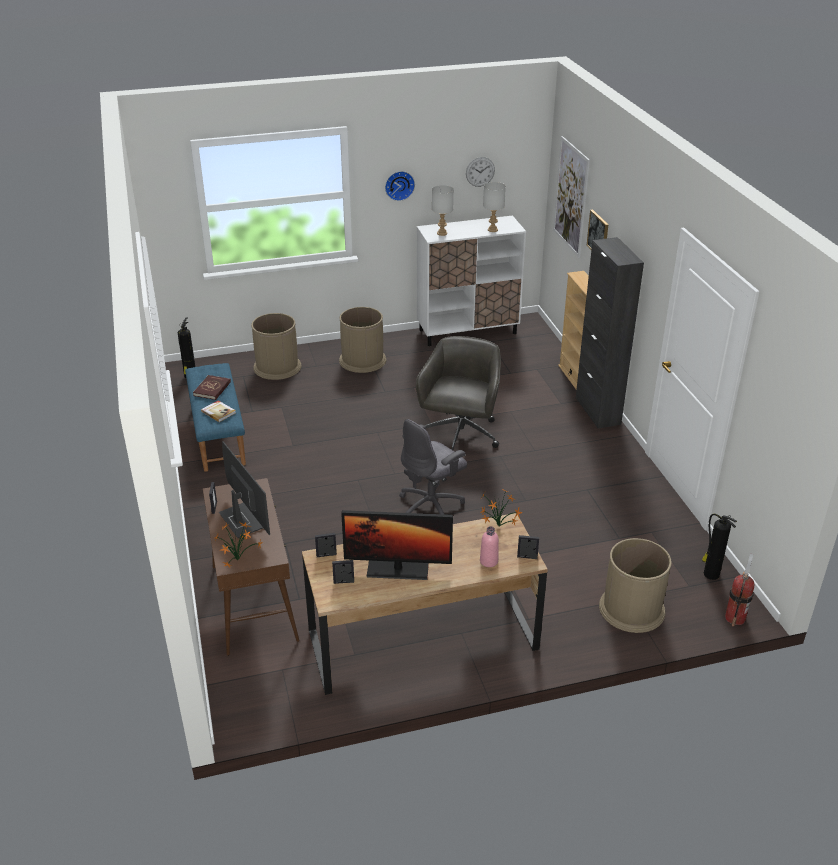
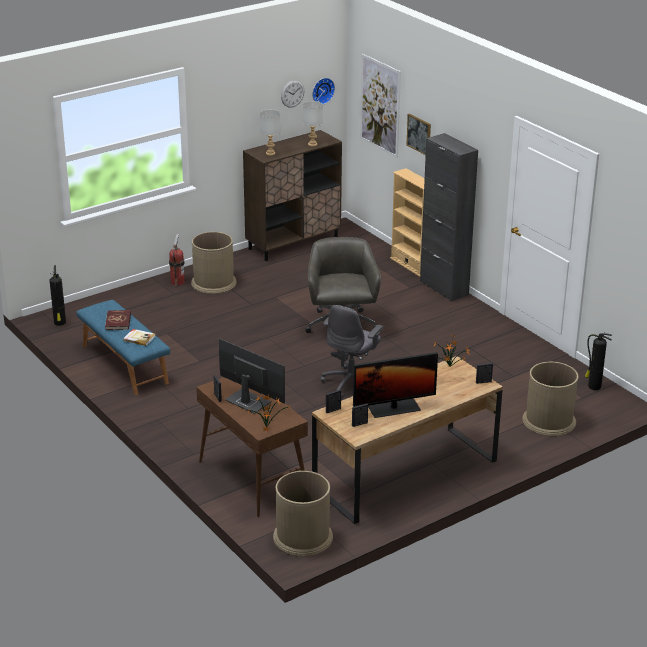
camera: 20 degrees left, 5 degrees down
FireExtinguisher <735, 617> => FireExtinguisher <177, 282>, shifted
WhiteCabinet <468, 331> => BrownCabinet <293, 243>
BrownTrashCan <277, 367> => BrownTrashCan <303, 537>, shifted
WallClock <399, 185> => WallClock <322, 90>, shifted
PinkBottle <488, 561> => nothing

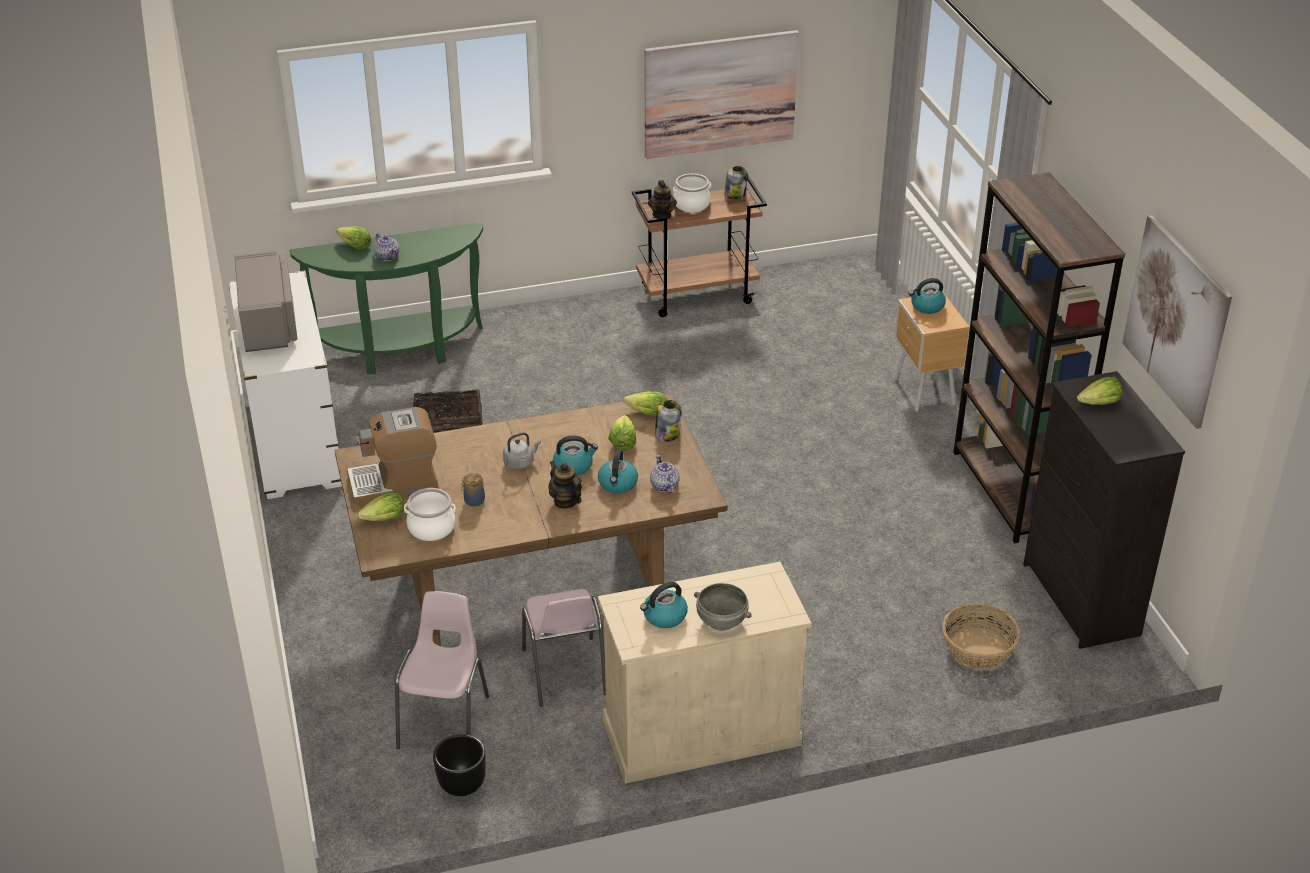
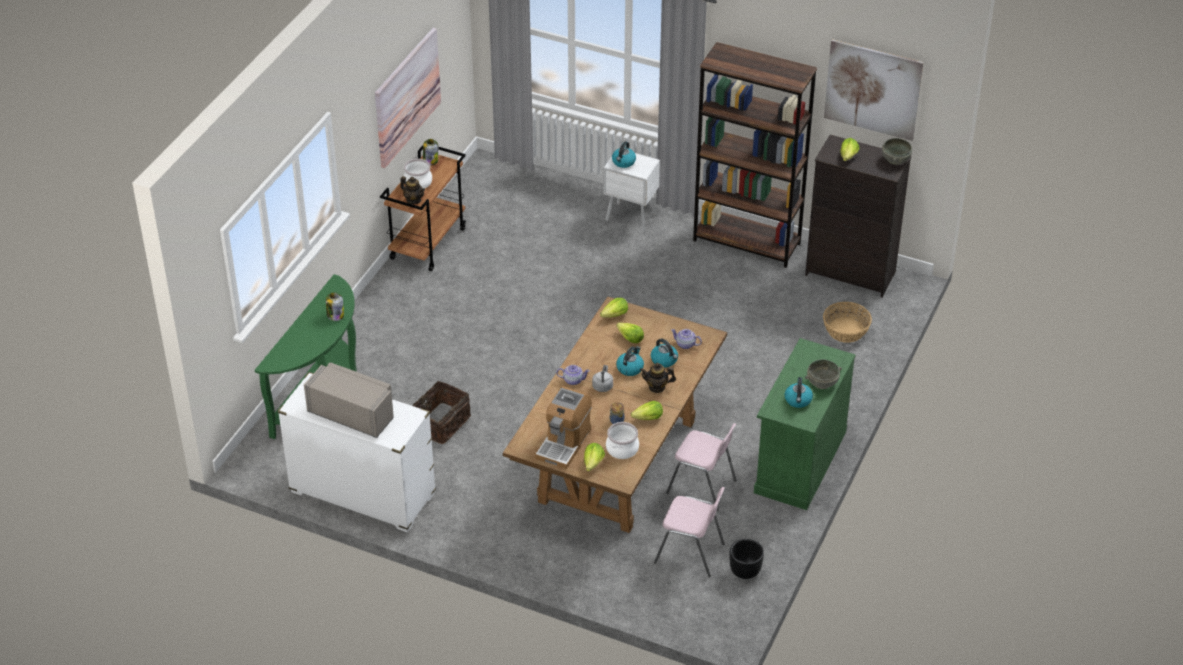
camera: 50 degrees left, 5 degrees up
Jar <667, 434> => Jar <335, 315>, shifted
Teapot <387, 256> => Teapot <573, 380>, shifted
BrownNightstand <924, 393> => WhiteNightstand <631, 218>
Lettuce <354, 246> => Lettuce <648, 418>, shifted
PinkChair <445, 721> => PinkChair <690, 553>, 150 degrees clockwise
BeigeCabinet <701, 732> => GreenCabinet <800, 462>
nothing => GreyBowl <895, 159>

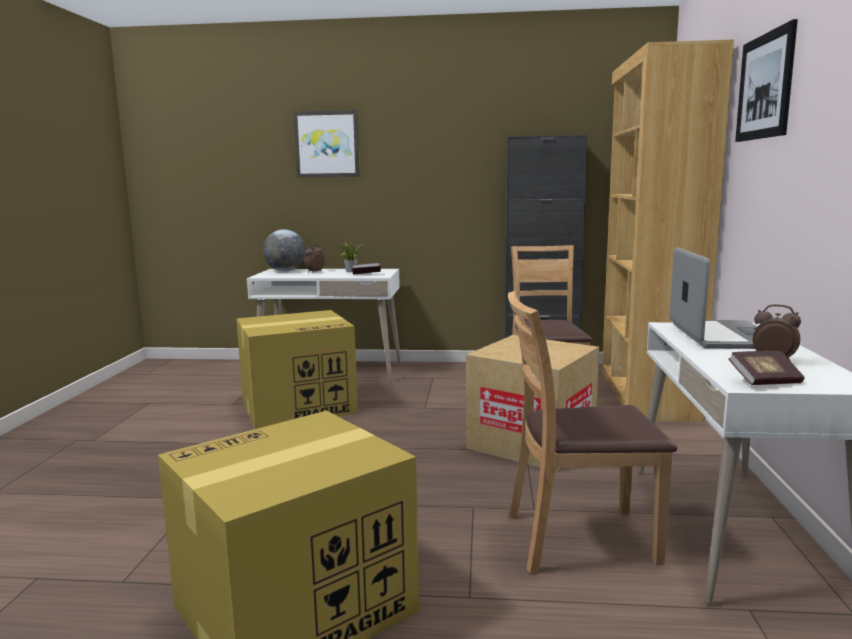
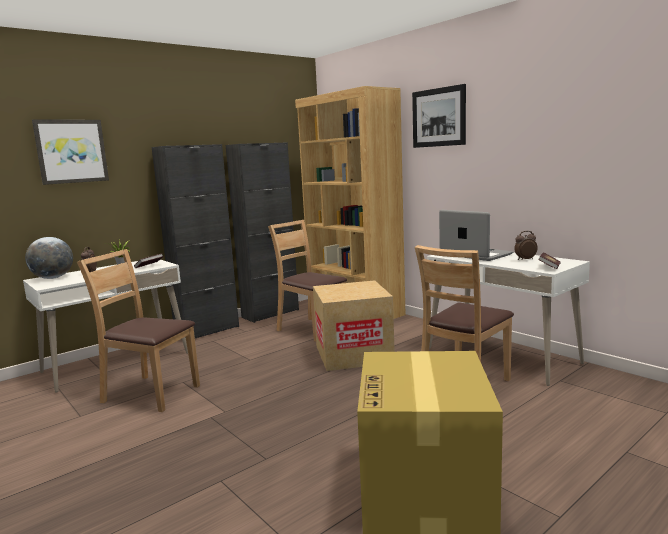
camera: 45 degrees left, 0 degrees up
CardboardBox <300, 406> => BrownChair <150, 393>
nothing => BlackCabinet <207, 331>

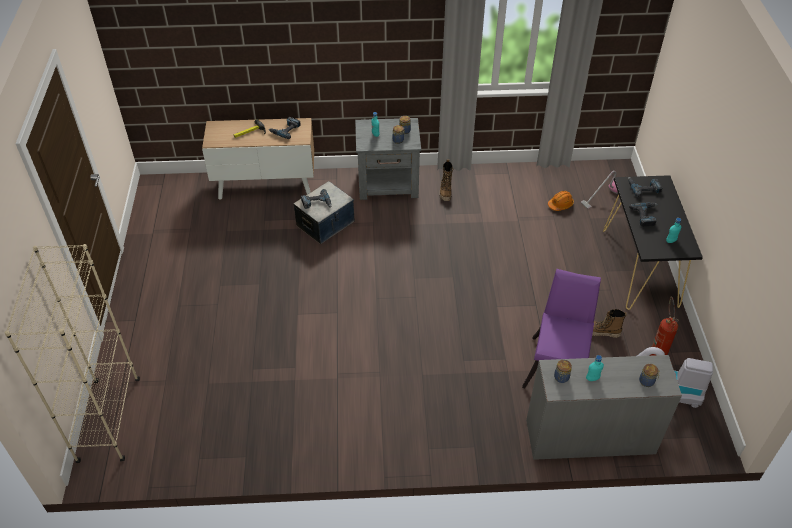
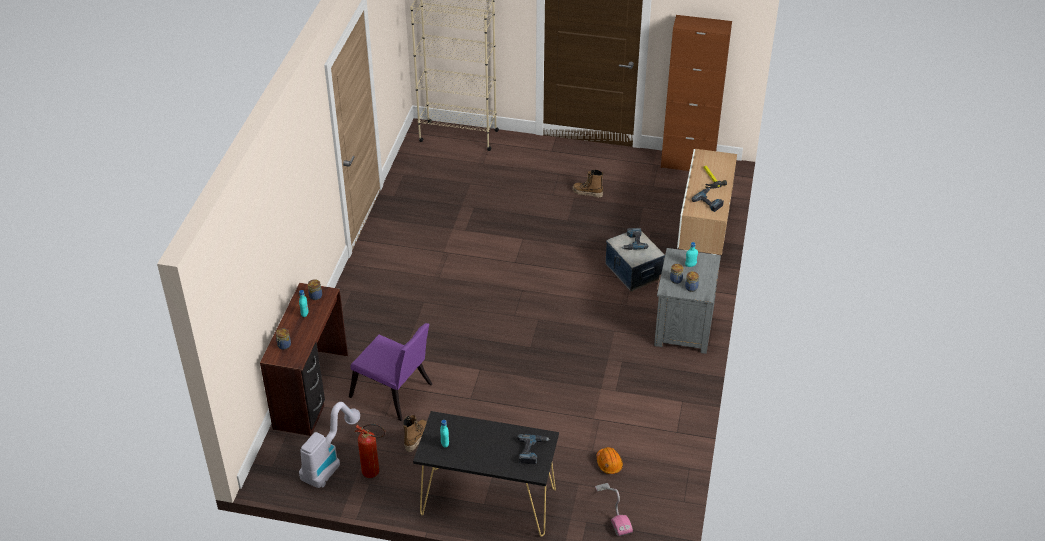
camera: 105 degrees right, 5 degrees down
GreyDesk <589, 436> => BrownDesk <312, 391>
Boot <445, 192> => Boot <587, 193>, shifted
nothing => BrownCabinet <687, 164>
PowerDrill <646, 216> => nothing

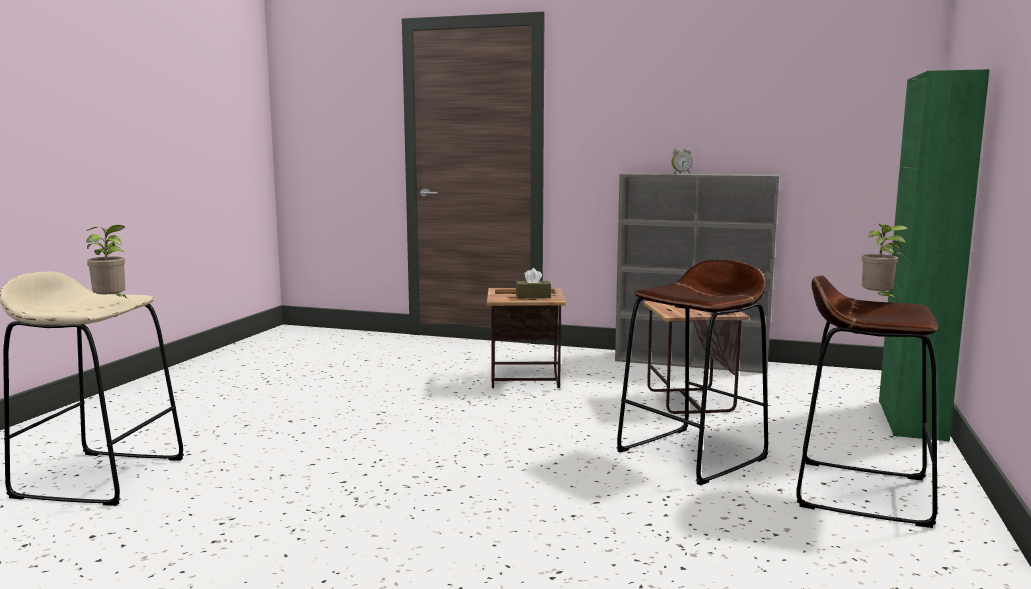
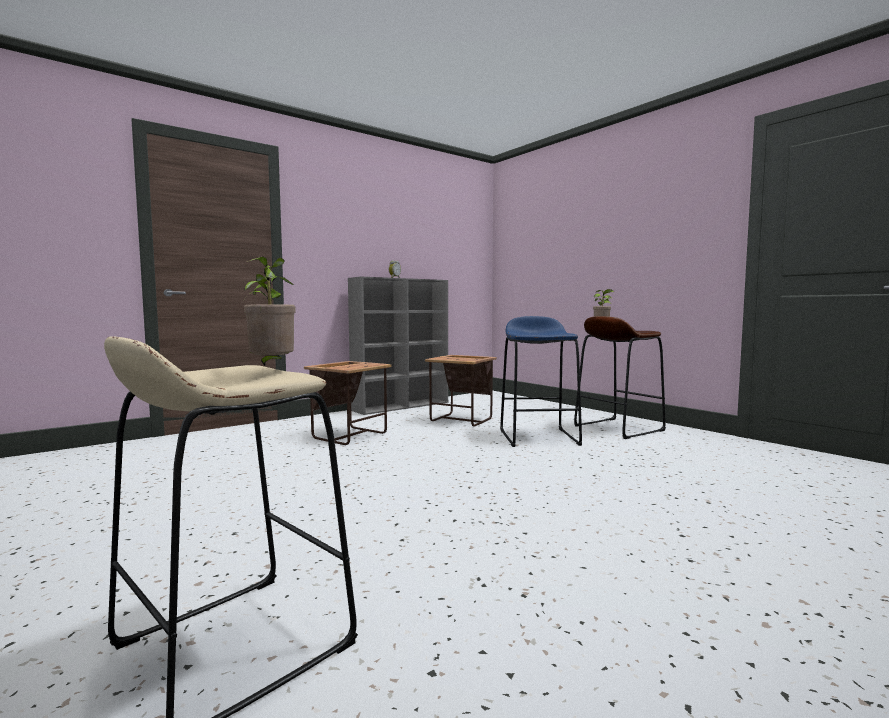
camera: 55 degrees left, 5 degrees down
BrownStool <692, 455> => BlueStool <538, 437>
BrownTissueBox <533, 296> => nothing
GreenCabinet <911, 420> => nothing

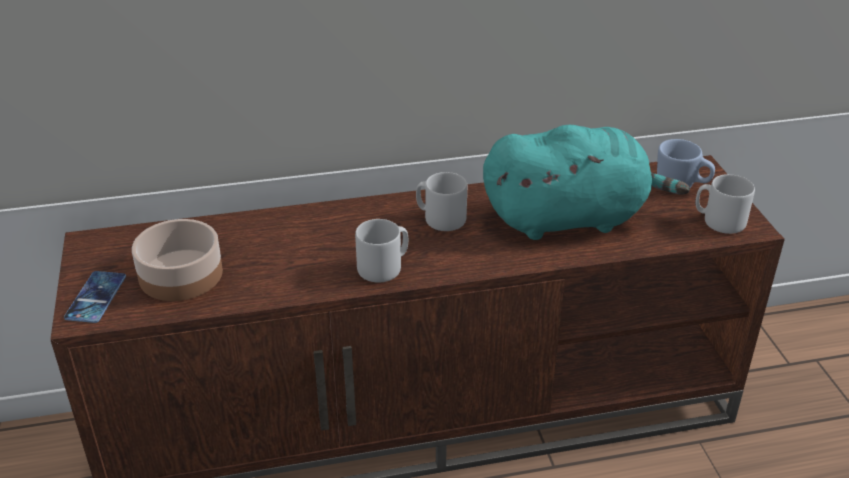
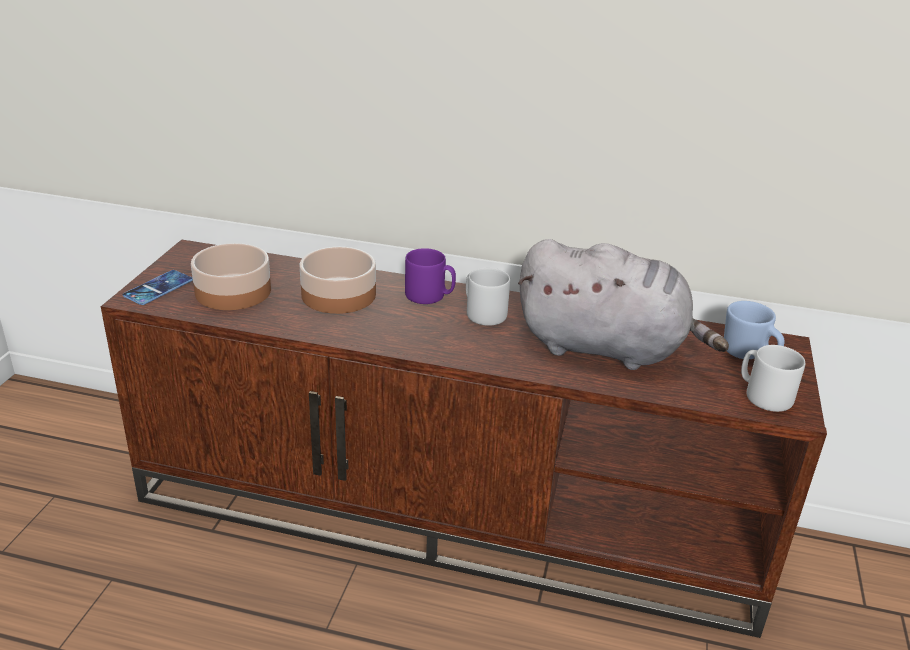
camera: 25 degrees right, 5 degrees down
nothing => Bowl <338, 295>
nothing => PurpleMug <430, 296>
TurquoisePlushToy <571, 218> => GreyPlushToy <607, 348>
GreyMug <384, 267> => nothing

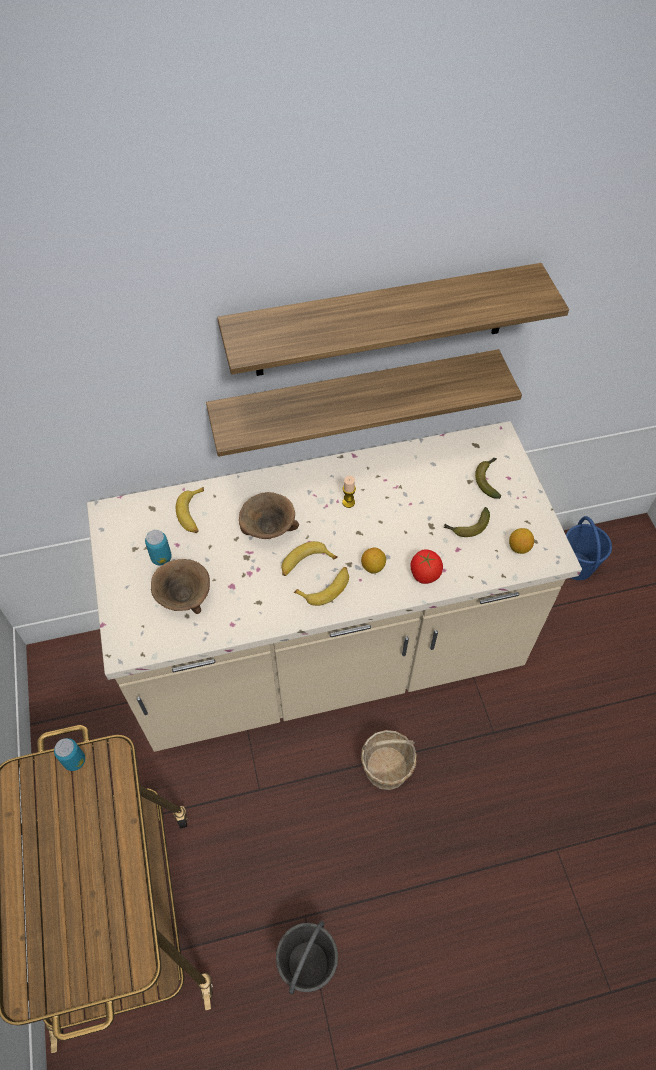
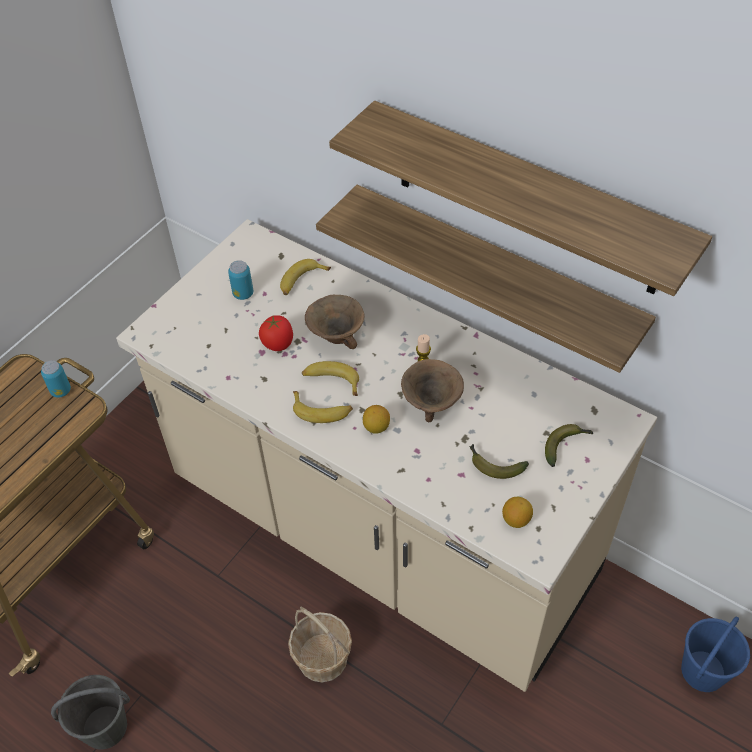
camera: 50 degrees right, 5 degrees down
Tomato <424, 574> => Tomato <278, 344>, shifted
BrownBowl <184, 598> => BrownBowl <431, 403>, shifted

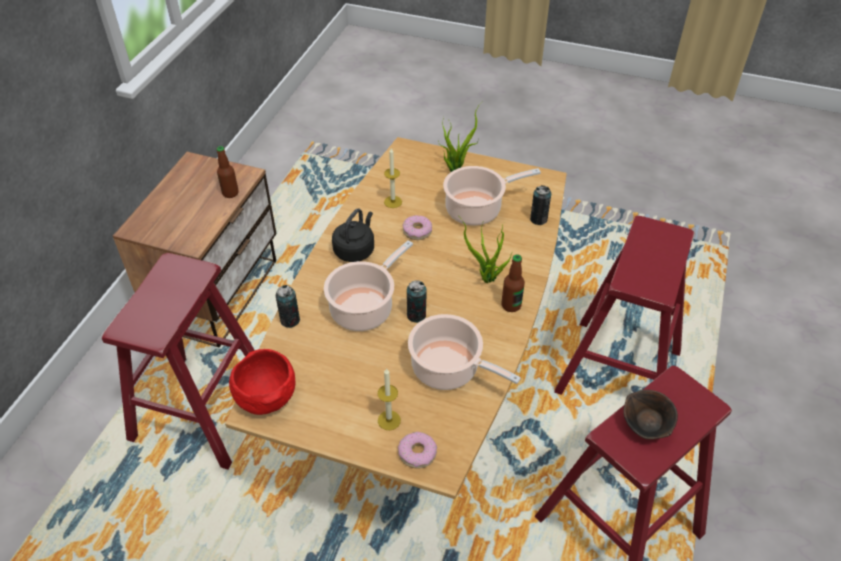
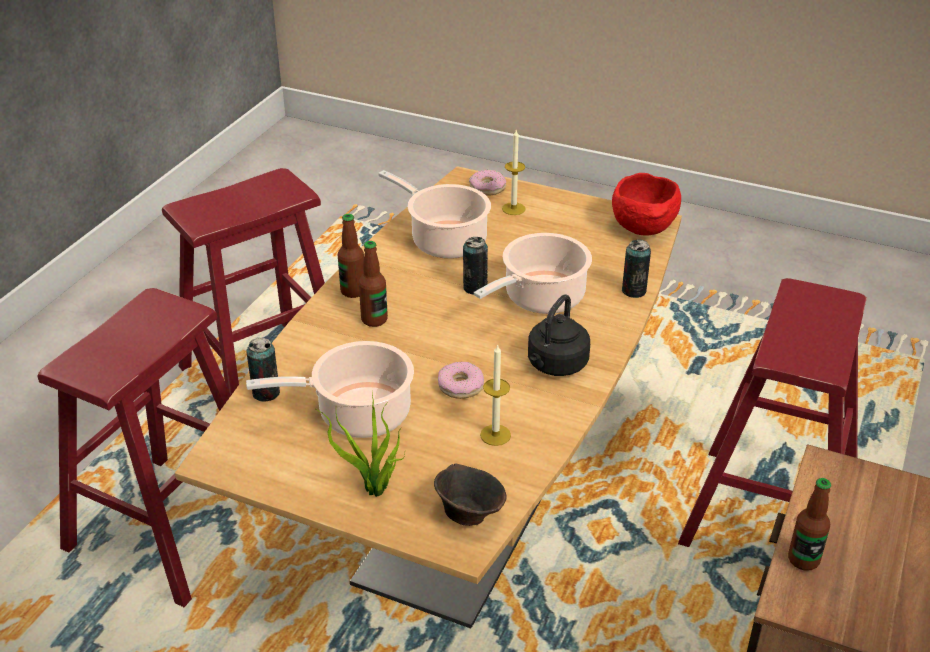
camera: 175 degrees left, 10 degrees down
PottedPlant <487, 279> => Bottle <374, 320>
BrownBowl <646, 427> => BrownBowl <469, 513>, shifted

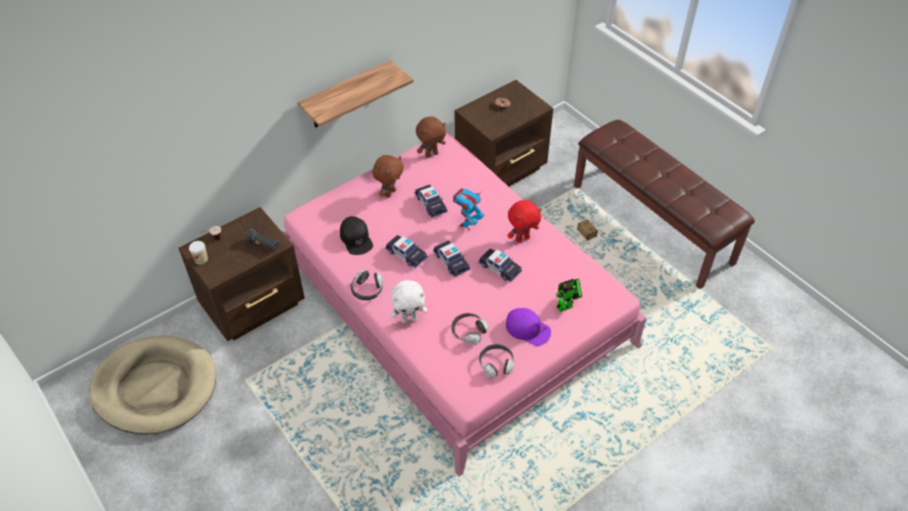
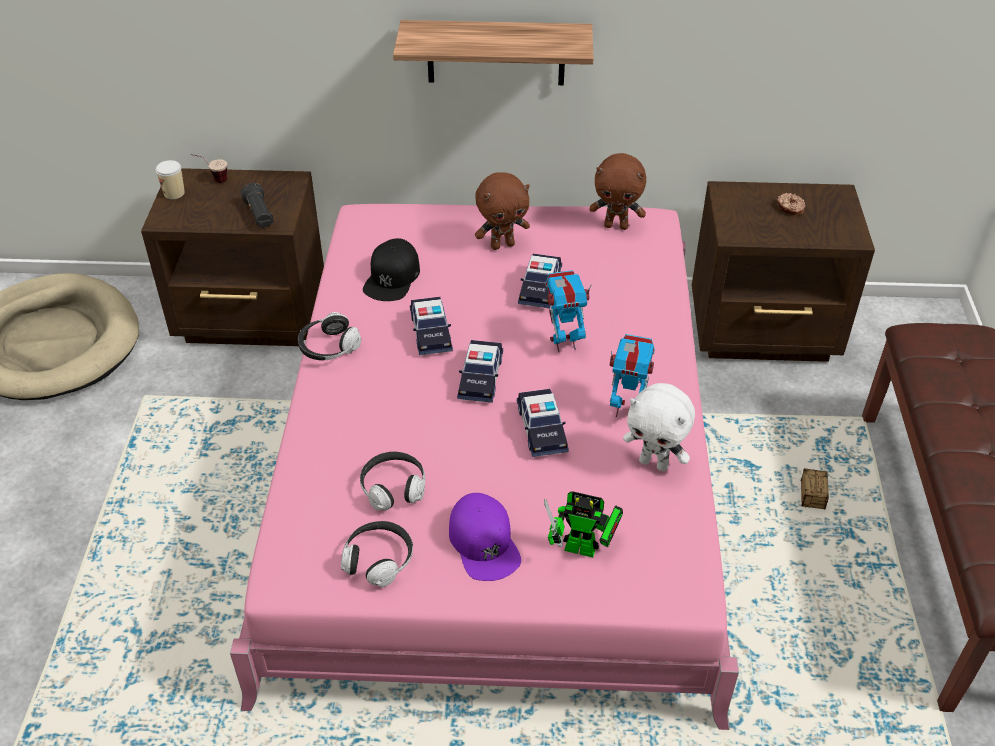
camera: 40 degrees right, 5 degrees down
RedPlushToy <522, 238> => ToyRobot <627, 409>
WhitePlushToy <409, 319> => WhitePlushToy <654, 463>, shifted

